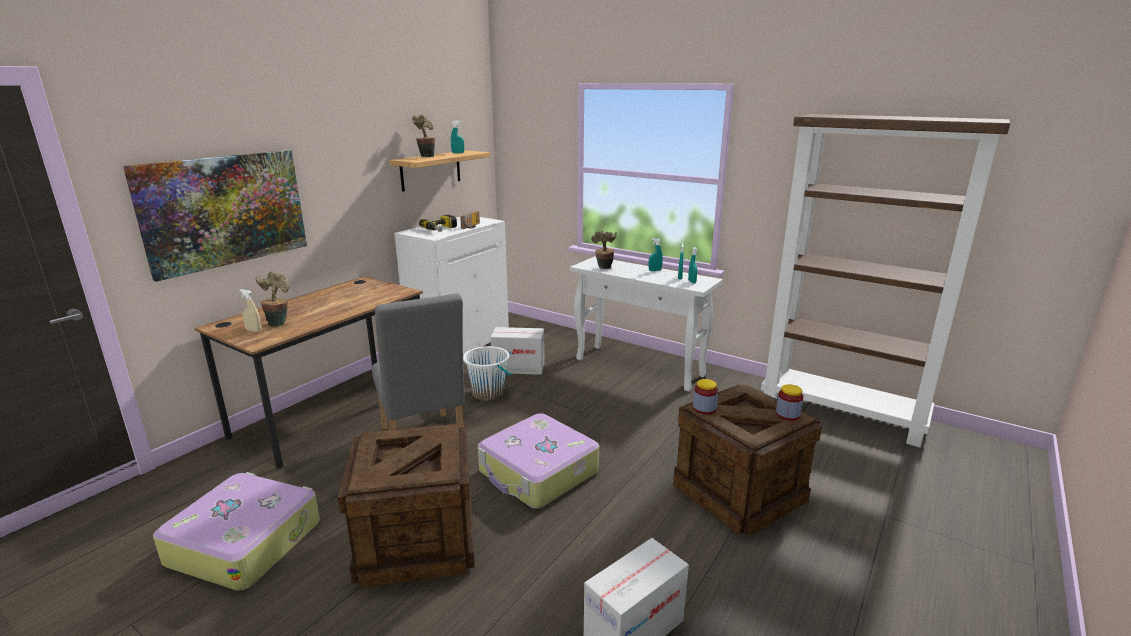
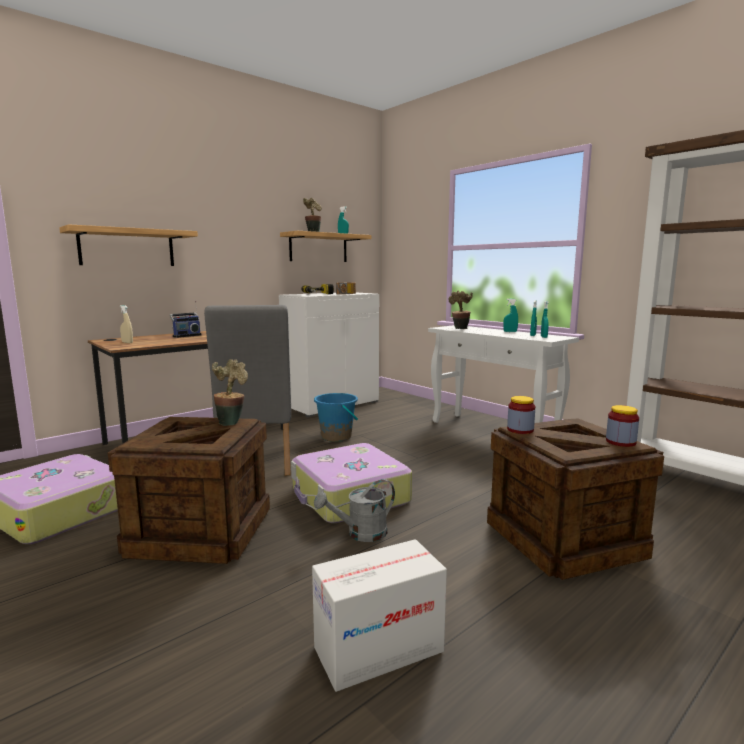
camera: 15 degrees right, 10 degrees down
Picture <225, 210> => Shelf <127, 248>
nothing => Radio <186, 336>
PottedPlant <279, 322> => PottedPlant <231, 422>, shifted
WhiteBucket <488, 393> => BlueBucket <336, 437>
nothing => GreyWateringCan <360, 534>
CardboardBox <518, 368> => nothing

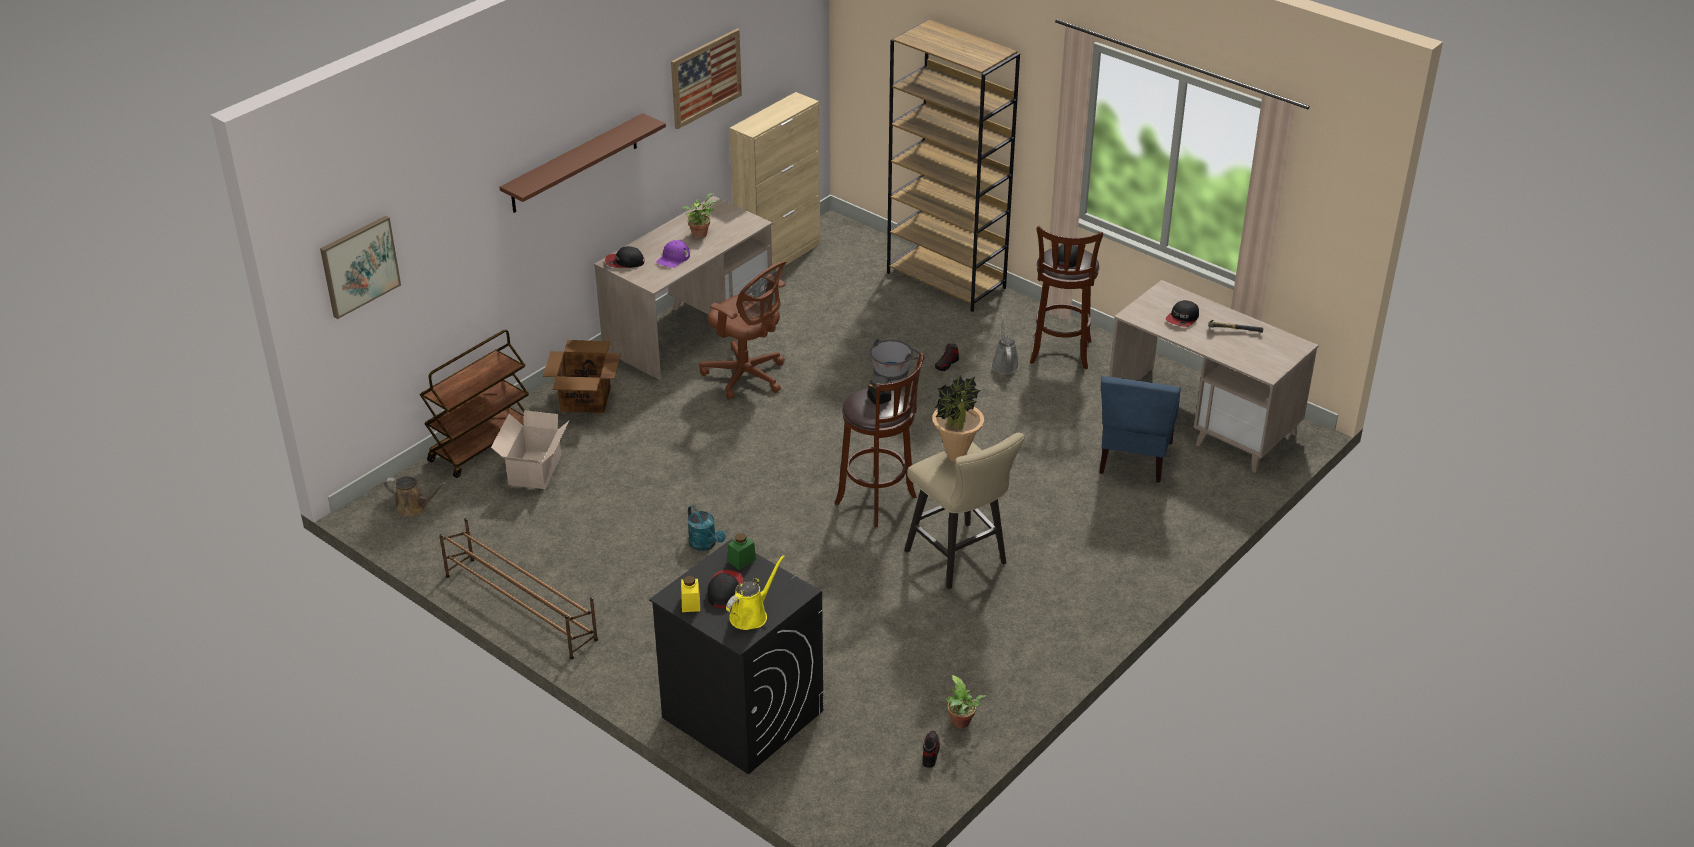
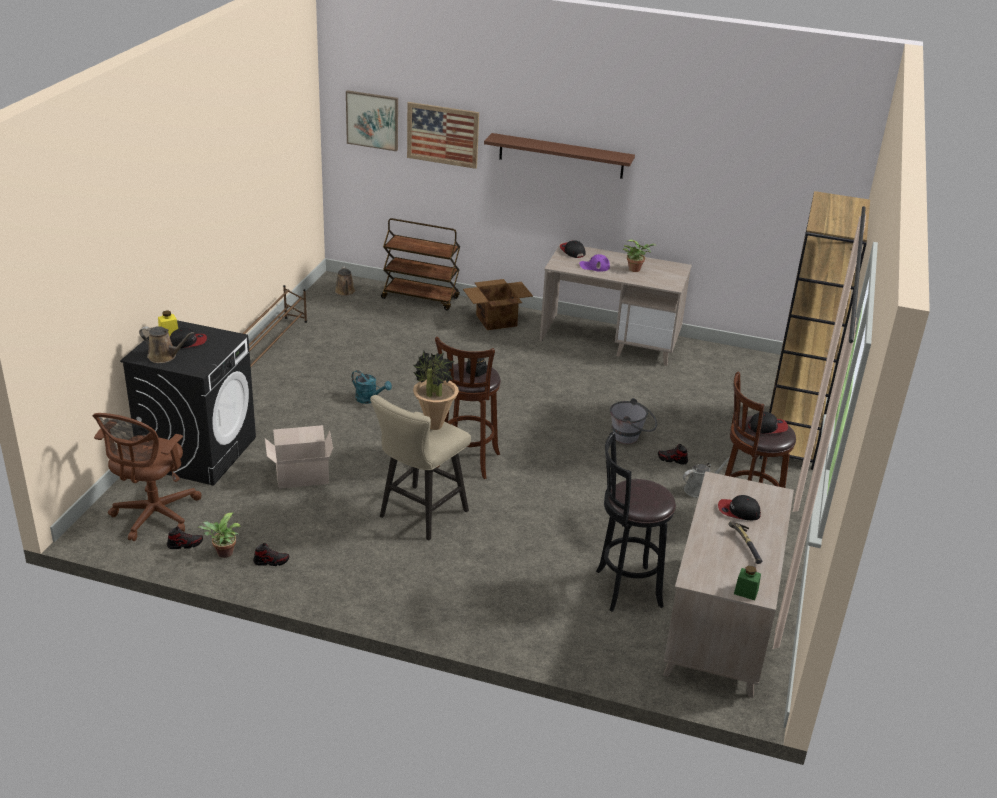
camera: 65 degrees right, 5 degrees down
BrownOfficeChair <747, 376> => BrownOfficeChair <153, 517>, shifted
YellowWateringCan <751, 615> => BrownWateringCan <164, 356>
nothing => Shoe <271, 561>
CardboardBox <534, 471> => CardboardBox <300, 476>, shifted
TurquoiseWateringCan <705, 545> => TurquoiseWateringCan <369, 399>, 90 degrees counterclockwise
Picture <706, 78> => Picture <442, 135>, shifted
BlueChair <1134, 458> => BlackStool <624, 589>
GreenJar <741, 560> => GreenJar <746, 592>, shifted
BeigeCabinet <779, 257> => nothing

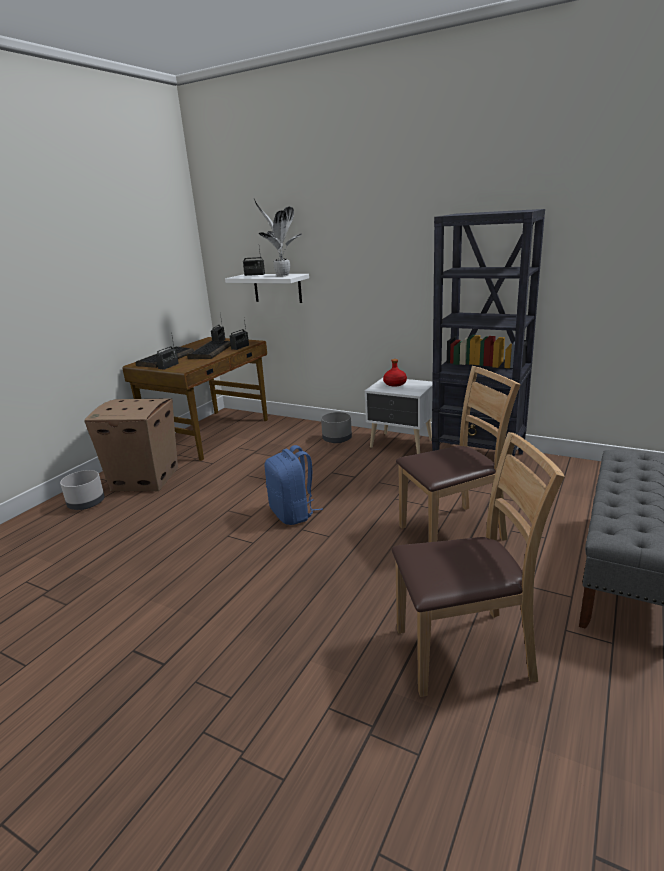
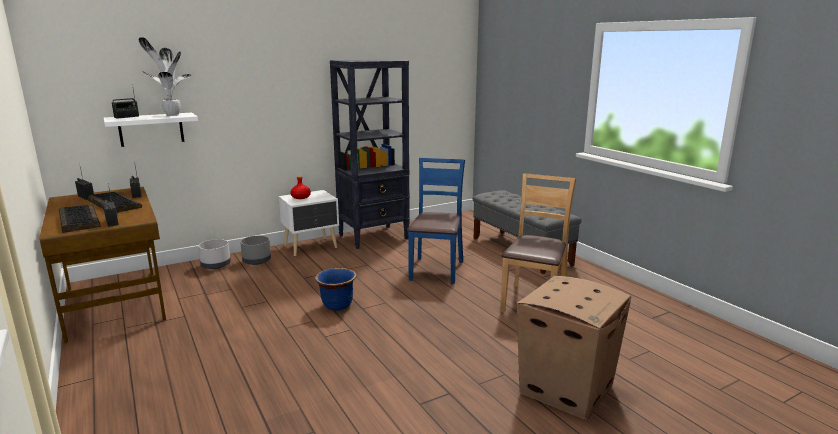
camera: 60 degrees left, 5 degrees down
GreyPlanter <87, 503> => GreyPlanter <216, 265>, shifted
BlueBackpack <293, 514> => BluePlanter <337, 306>
BrownChair <452, 532> => BlueChair <436, 270>
CardboardBox <146, 479> => CardboardBox <567, 389>, shifted

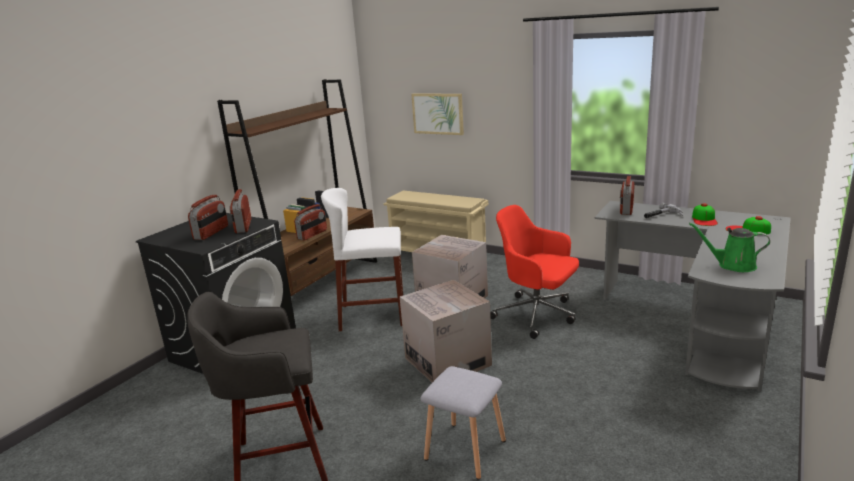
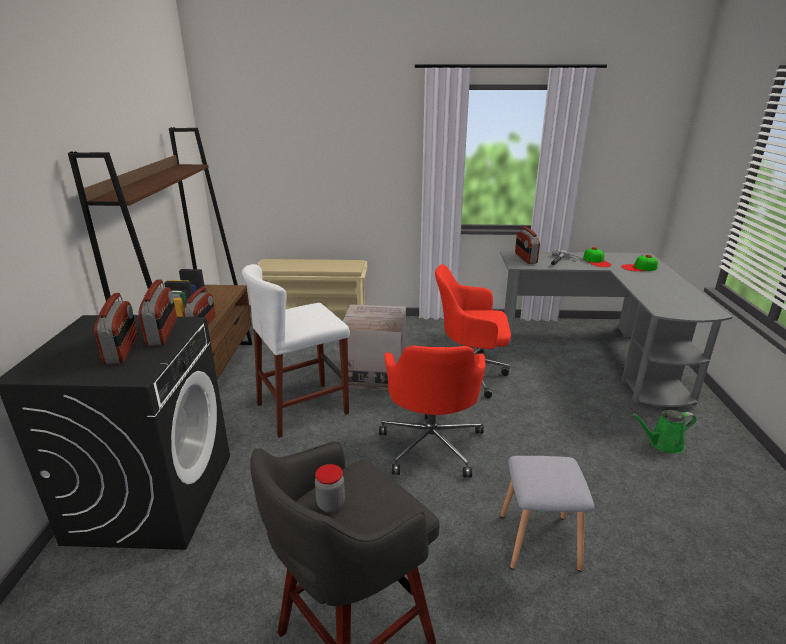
camera: 30 degrees left, 5 degrees up
Radio <243, 226> => Radio <163, 333>, 150 degrees counterclockwise
nothing => Jar <331, 504>
CardboardBox <447, 361> => RedOfficeChair <431, 444>
GreenWateringCan <733, 265> => GreenWateringCan <663, 444>, shifted
Picture <438, 113> => nothing

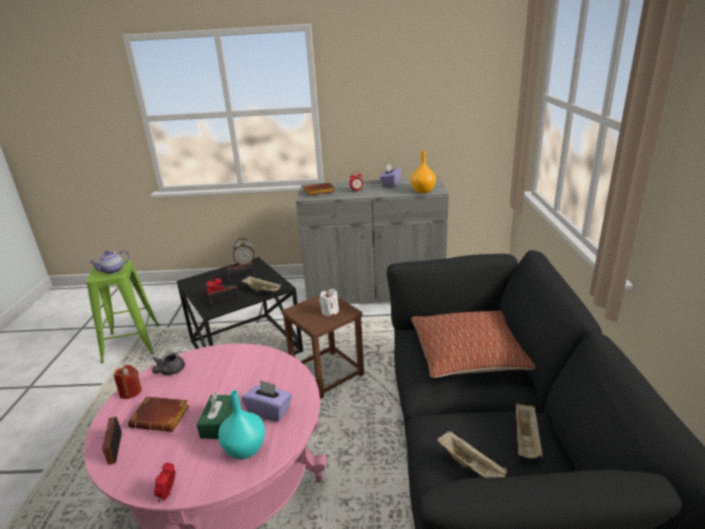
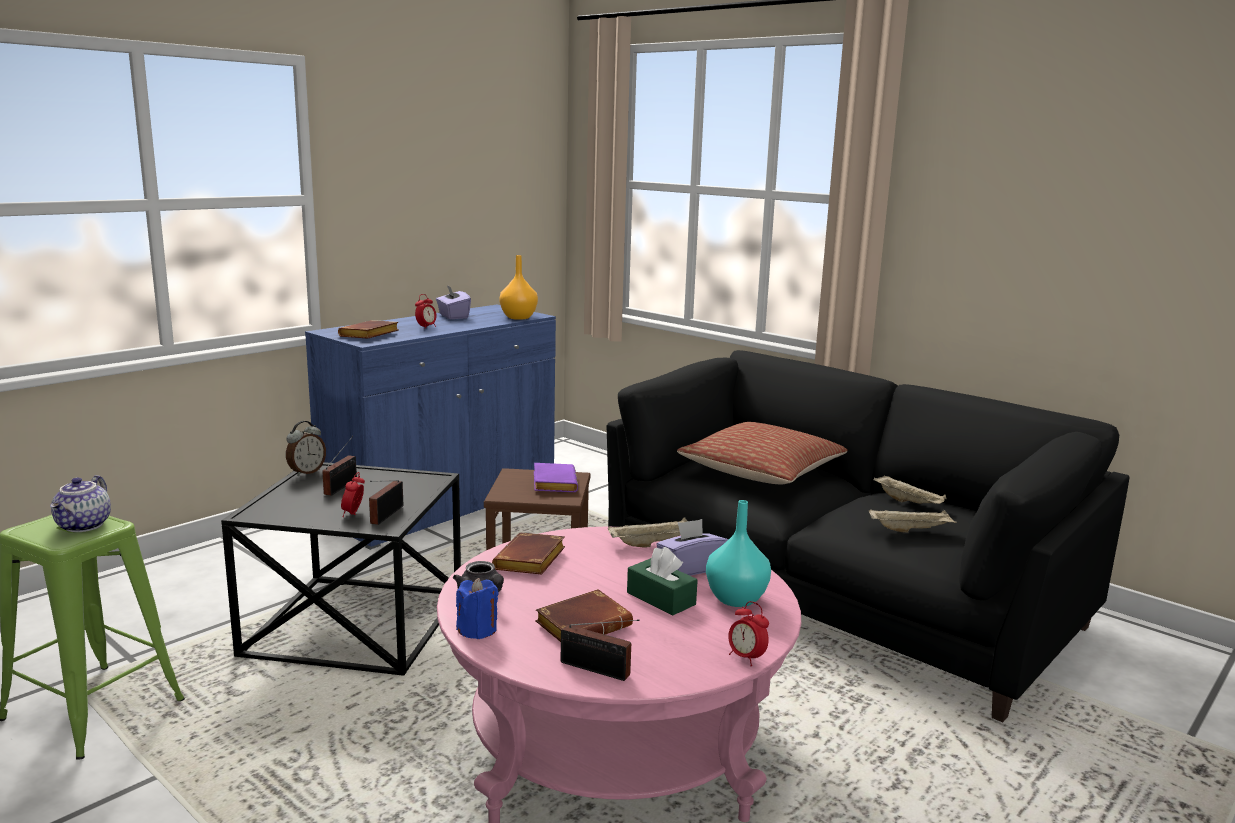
camera: 50 degrees left, 10 degrees down
GreyCabinet <374, 292> => BlueCabinet <442, 505>
RedCandle <130, 392> => BlueCandle <477, 630>
nothing => BrownBook <531, 561>
WhiteCandle <330, 311> => PurpleBook <552, 483>
BeigeTray <263, 290> => BeigeTray <652, 544>, shifted

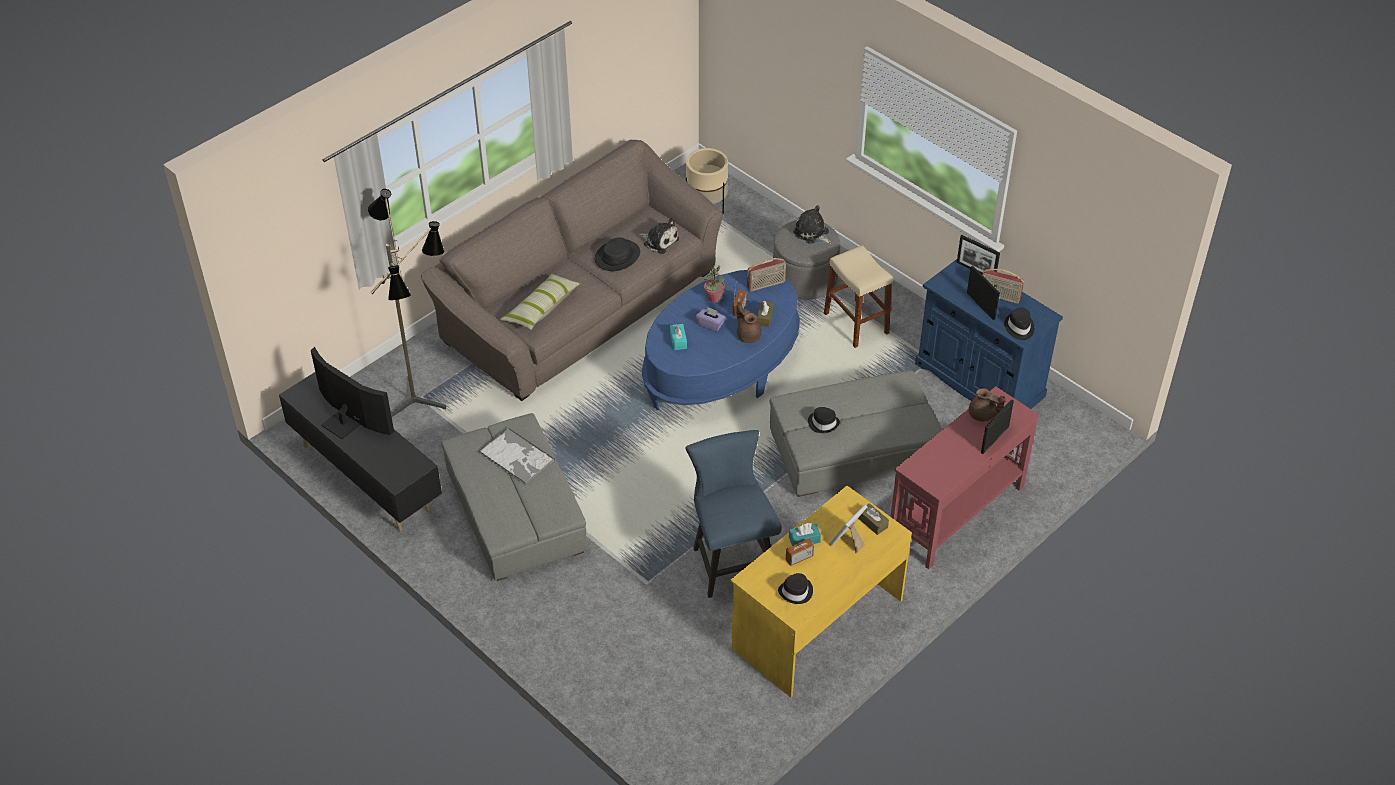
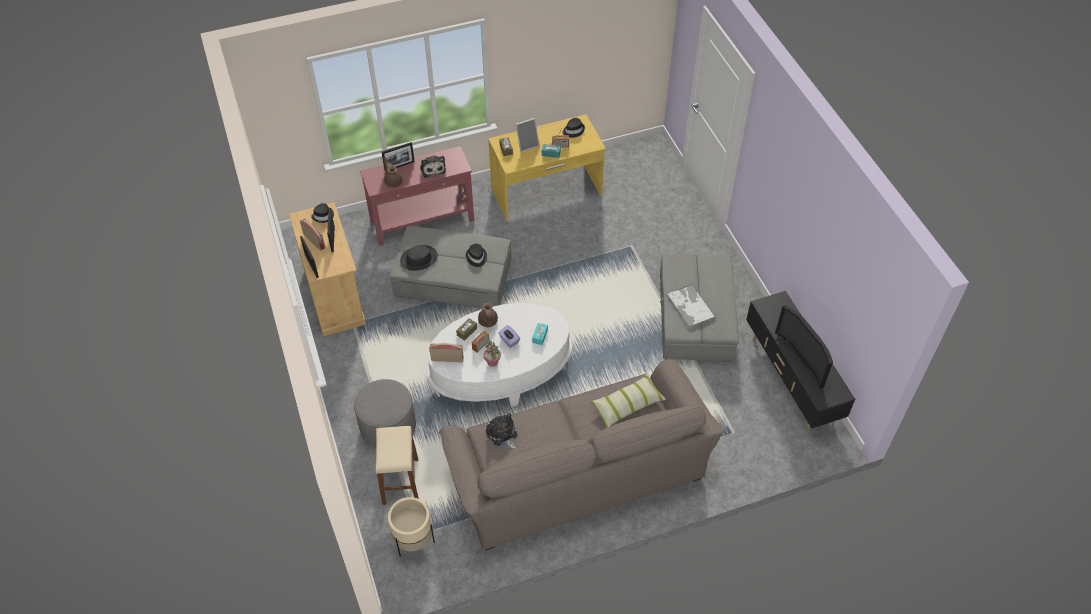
camera: 155 degrees left, 5 degrees up
BlueCabinet <979, 380> => BeigeCabinet <334, 296>
BeigeStool <856, 323> => BeigeStool <400, 481>, shifted
BlackHat <617, 256> => BlackHat <419, 258>, shifted
PlushToy <812, 233> => PlushToy <432, 168>, shifted
BlueCoffeeTable <721, 368> => WhiteCoffeeTable <500, 372>
FloorLamp <421, 400> => nothing
BlueChair <731, 559> => nothing

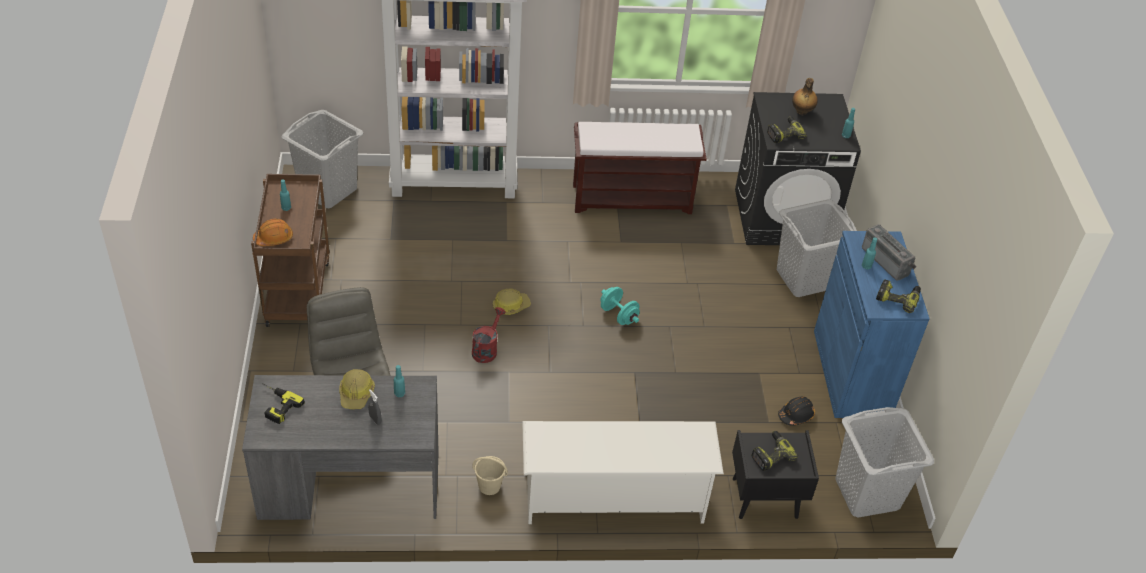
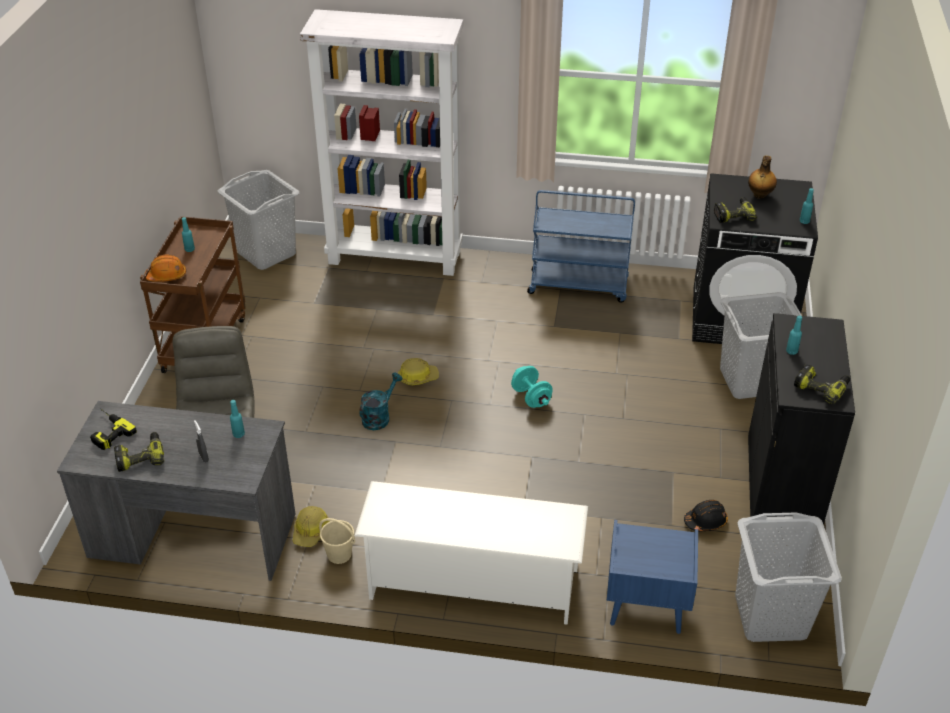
camera: 15 degrees right, 5 degrees down
PowerDrill <771, 454> => PowerDrill <140, 457>, shifted
HardHat <356, 394> => HardHat <311, 531>, shifted
RedWateringCan <486, 349> => TurquoiseWateringCan <379, 417>
BrownBench <633, 198> => BlueCart <579, 286>
BlackNightstand <764, 498> => BlueNightstand <645, 606>
BlueCabinet <851, 373> => BlackCabinet <782, 484>
Radio <887, 261> => nothing

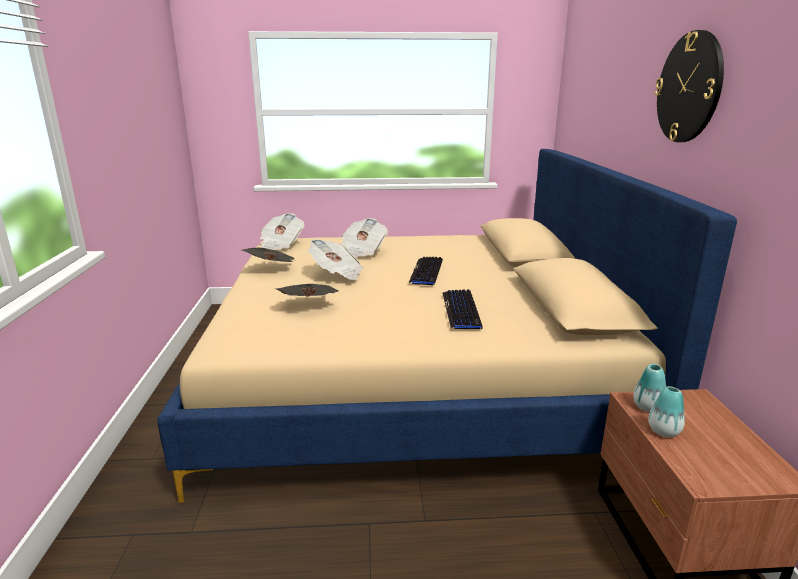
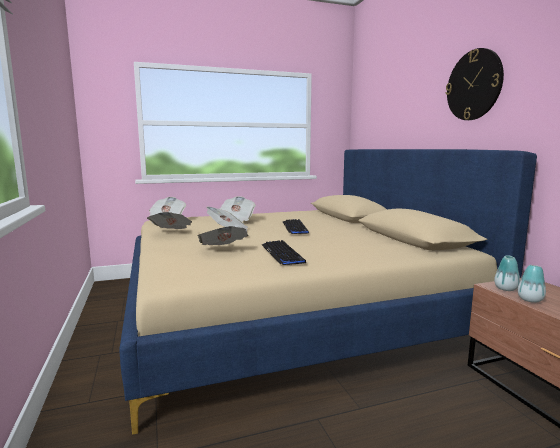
camera: 15 degrees left, 10 degrees down
Keyboard <461, 310> => Keyboard <282, 253>, shifted

